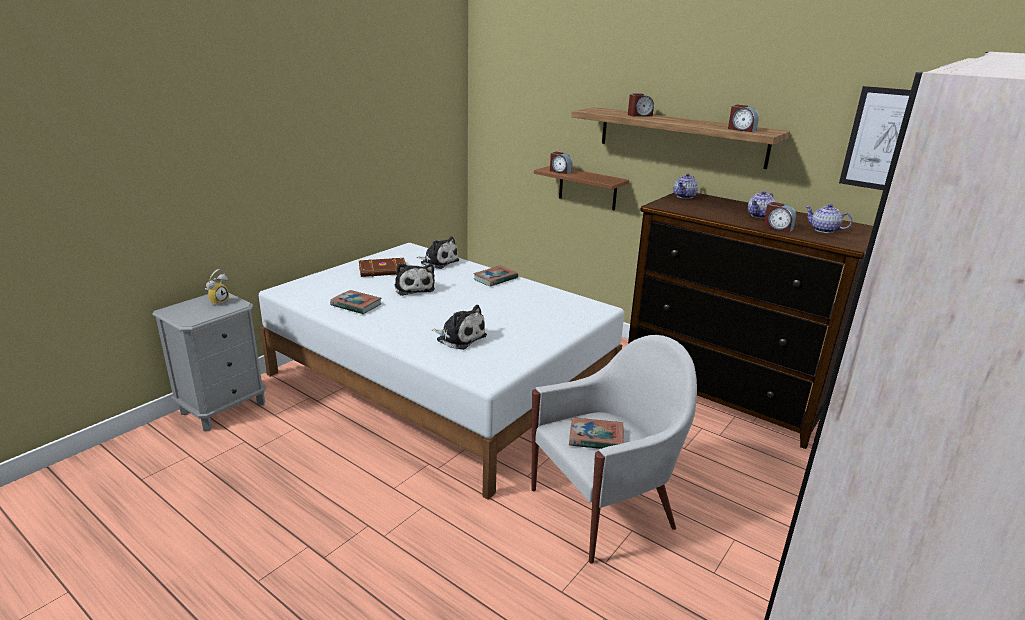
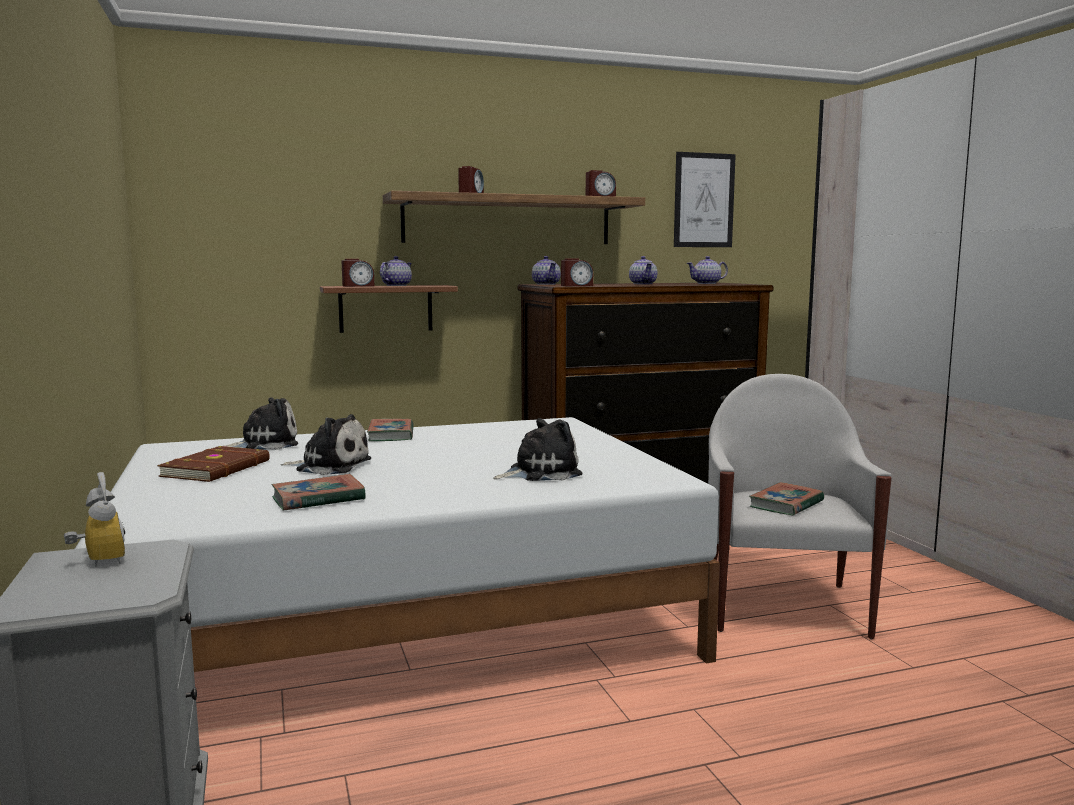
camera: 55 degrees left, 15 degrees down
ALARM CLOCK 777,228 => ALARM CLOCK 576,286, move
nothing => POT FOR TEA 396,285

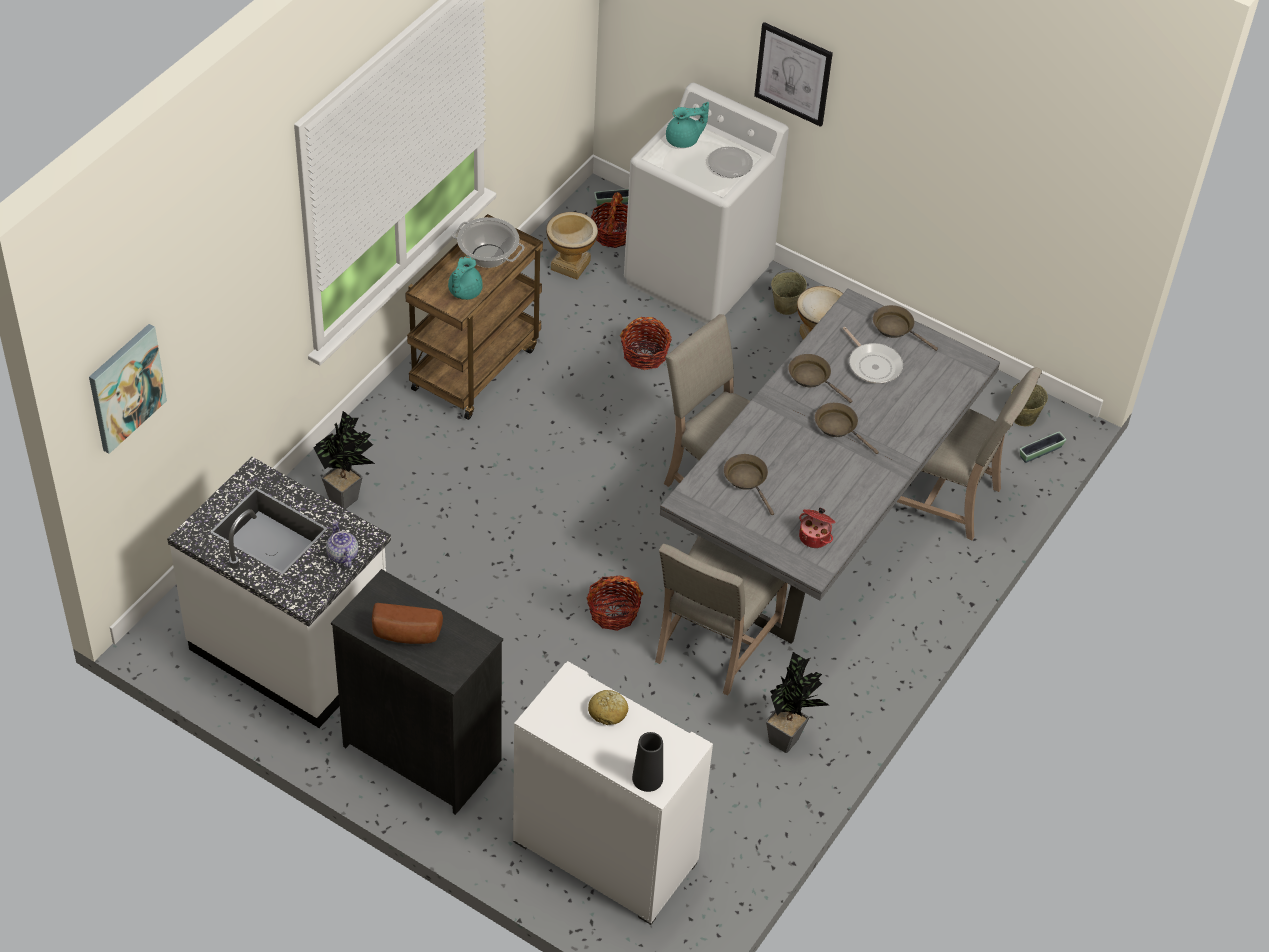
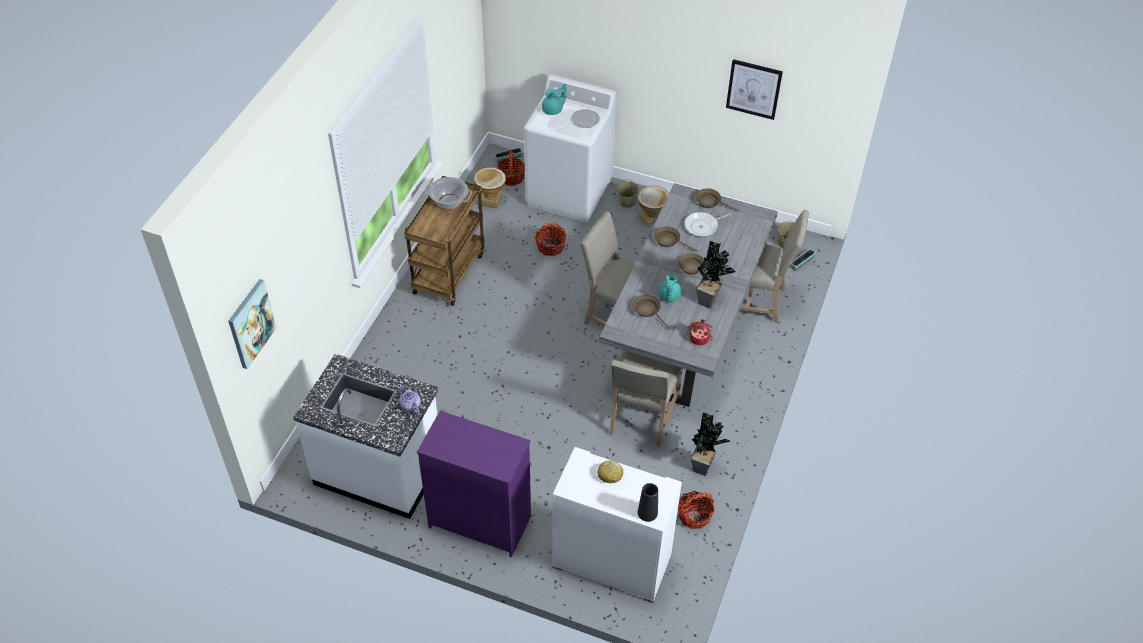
camera: 10 degrees left, 0 degrees up
PICTURE 793,73 => PICTURE 754,89, move
BLUE-GREEN POT FOR TEA 464,292 => BLUE-GREEN POT FOR TEA 668,296, move
PAN 873,364 => PAN 703,226, 105 degrees clockwise
PLANT IN A POT 348,498 => PLANT IN A POT 709,300, move
BLACKISH DRESSER 423,752 => PURPLE DRESSER 480,521
STORAGE BASKET 613,612 => STORAGE BASKET 694,515, move
BREAD 406,635 => nothing

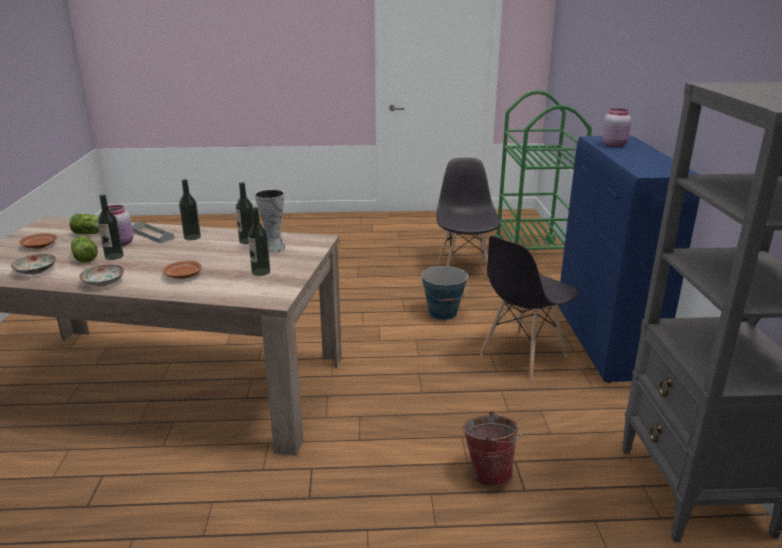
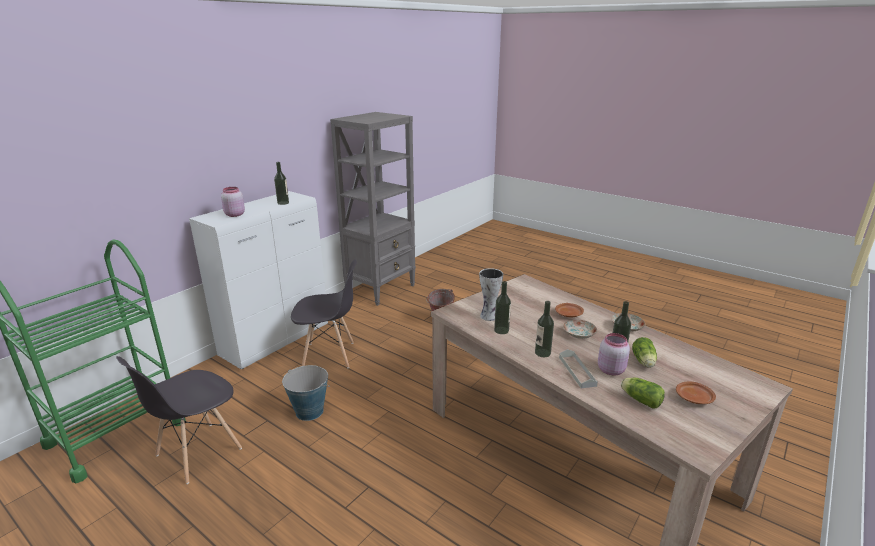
camera: 140 degrees left, 0 degrees up
BLUE-COLOURED CABINET 604,344 => WHITE-COLOURED CABINET 276,340
BEVERAGE BOTTLE 261,272 => BEVERAGE BOTTLE 283,203, move
DINNER PLATE 35,271 => DINNER PLATE 579,334, move

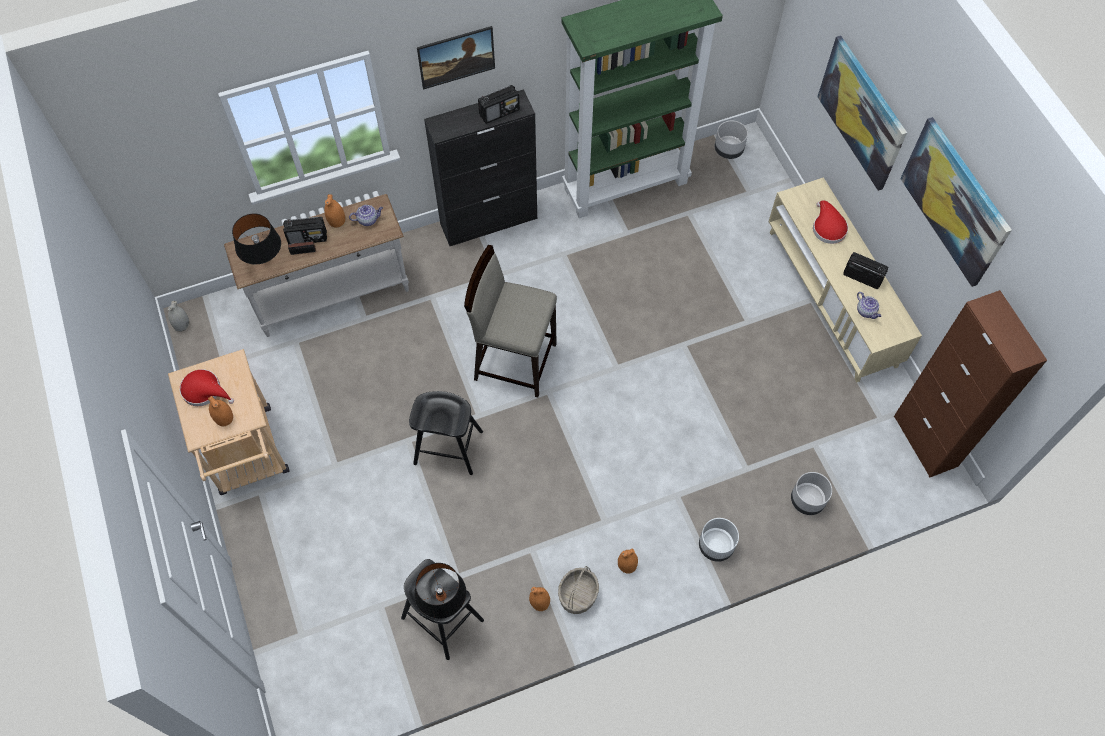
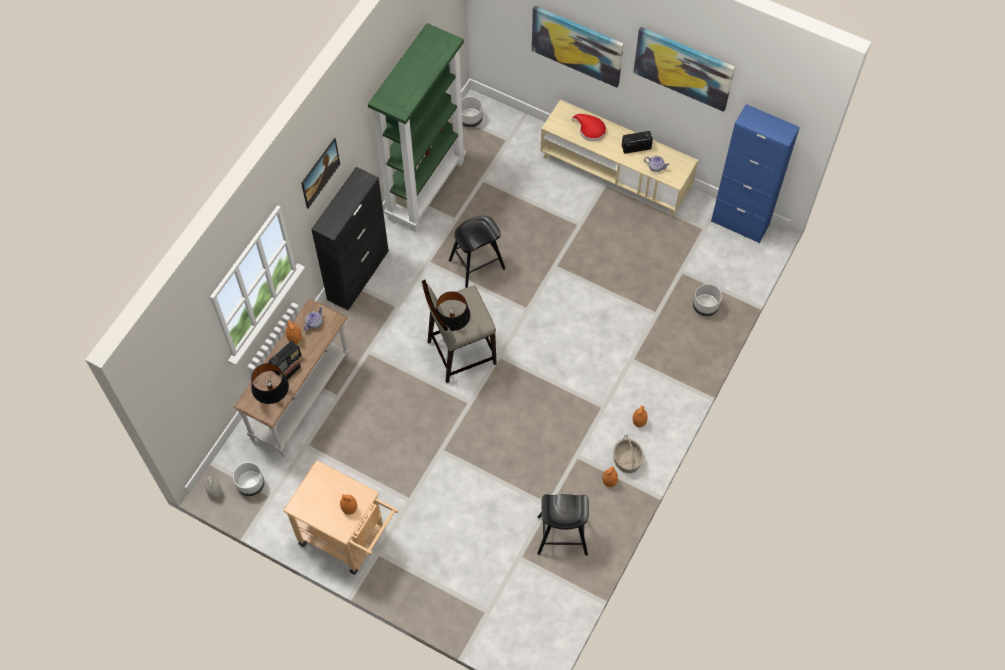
camera: 40 degrees left, 0 degrees up
RADIO RECEIVER 499,112 => nothing
BROWN CABINET 925,441 => BLUE-COLOURED CABINET 740,223
REDDISH CLOTHING HAT 204,391 => nothing
BLACKISH STOOL SEAT 448,447 => BLACKISH STOOL SEAT 476,265, move
WHITE-COLOURED FLOWER POT 715,546 => WHITE-COLOURED FLOWER POT 251,485, move
BLACKISH LAMP FOR A TABLE 443,602 => BLACKISH LAMP FOR A TABLE 453,326, move

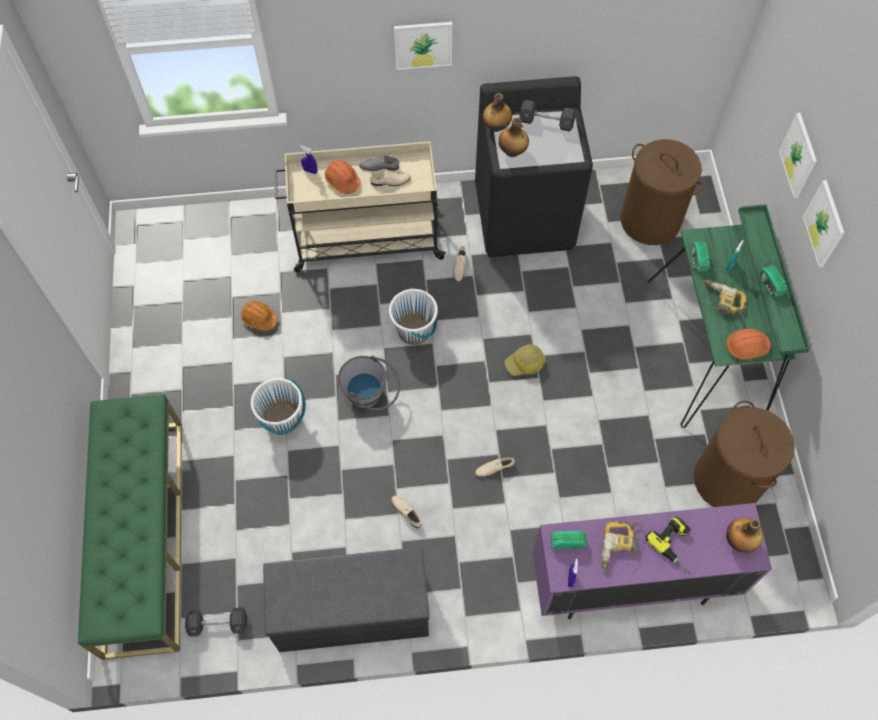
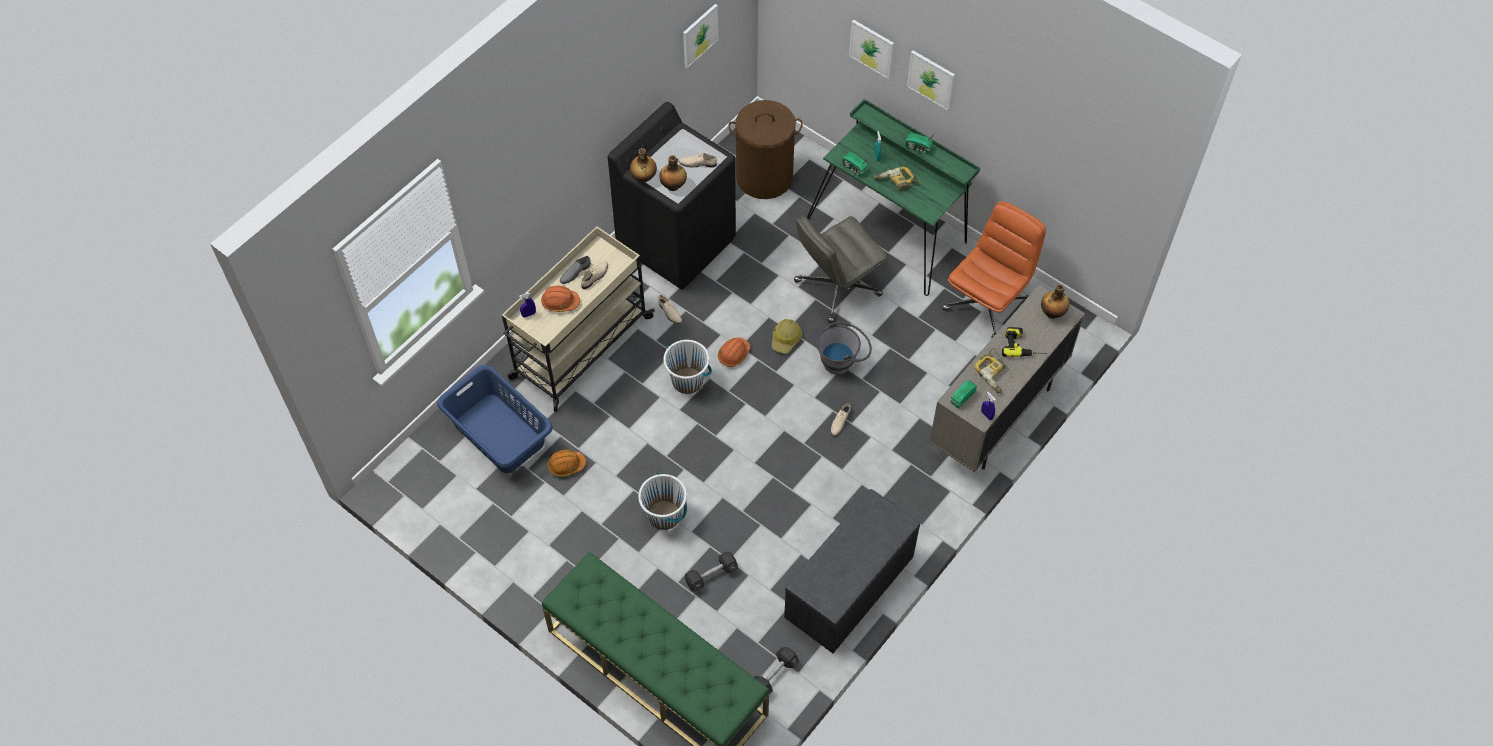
camera: 45 degrees left, 5 degrees down
PICTURE 423,45 => PICTURE 699,35, move
BLACKISH HAND WEIGHT 546,122 => BLACKISH HAND WEIGHT 711,575, move
ORANGE HARD HAT 746,347 => ORANGE HARD HAT 733,354, move
GRAY BUCKET 371,396 => GRAY BUCKET 842,360, move
BROWN HAMPER 728,480 => ORANGE OFFICE CHAIR 987,304
BEIGE-COLOURED LOW SHOE 407,512 => BEIGE-COLOURED LOW SHOE 698,163, move
PURPLE CABINET 630,584 => BEIGE-COLOURED CABINET 996,417
nothing => GRAY OFFICE CHAIR 837,288
nothing => BLUE-COLOURED HAMPER 499,433

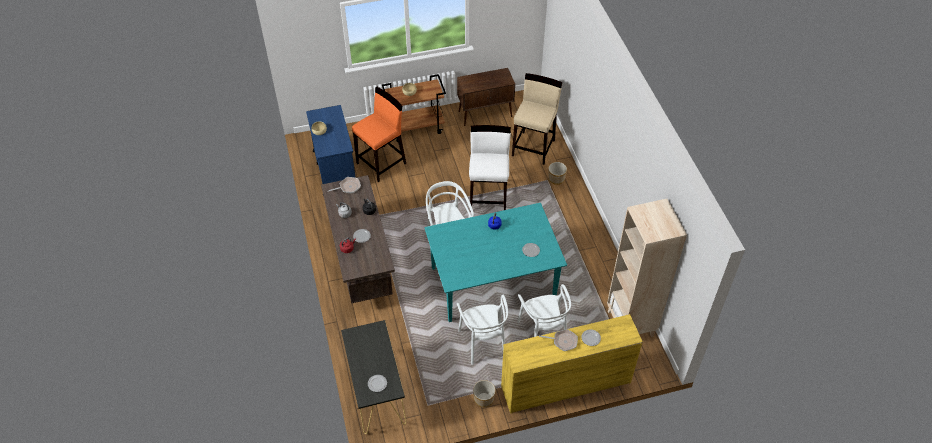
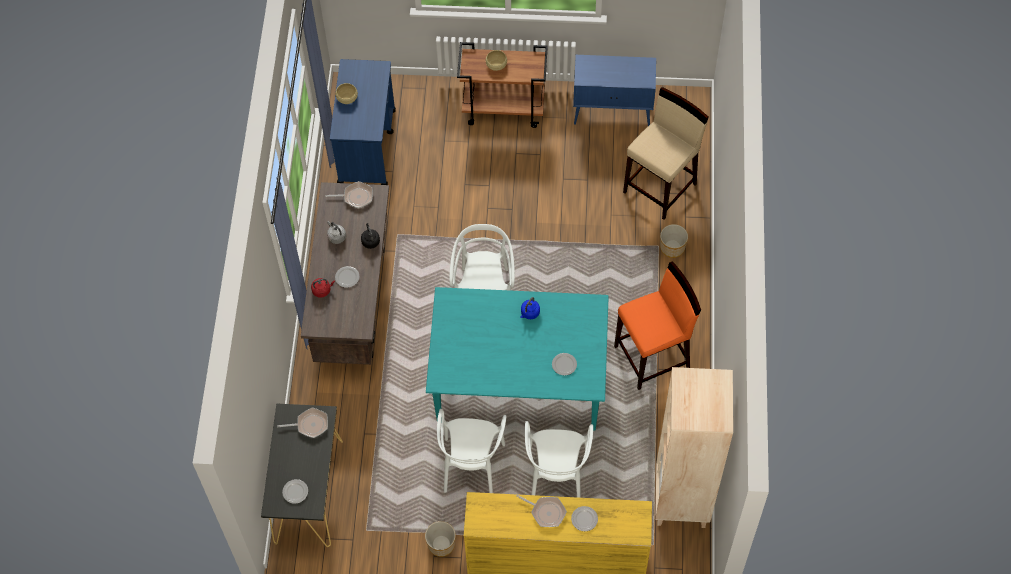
camera: 20 degrees right, 10 degrees up
BROWN CABINET 485,114 => BLUE-COLOURED CABINET 613,112
ORANGE STOOL SEAT 382,163 => ORANGE STOOL SEAT 653,357, move
WHITE-COLOURED STOOL SEAT 488,197 => nothing
nothing => PAN 310,424

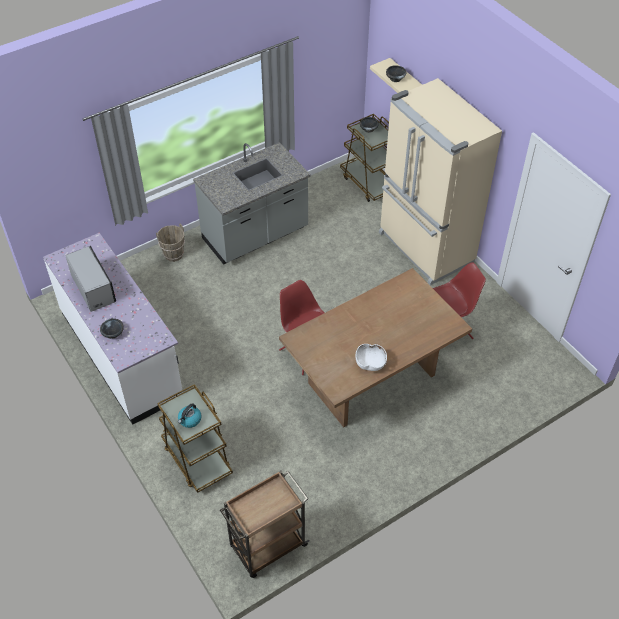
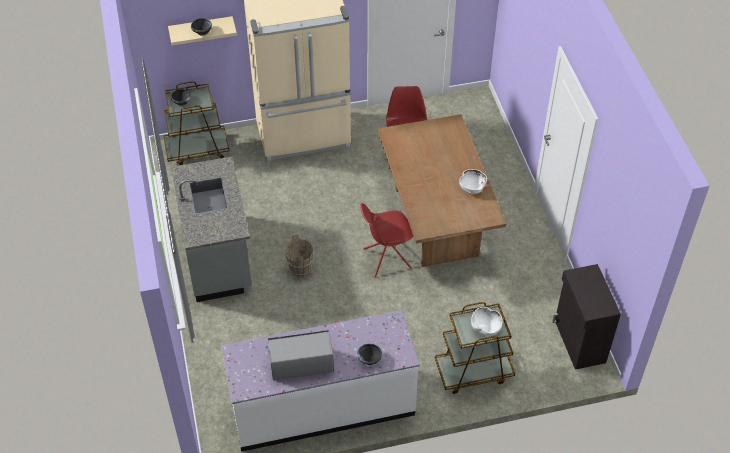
camera: 70 degrees left, 0 degrees up
BROWN BUCKET 174,255 => BROWN BUCKET 301,269, move
TEA KETTLE 189,420 => WHITE-COLOURED BOWL 486,327
BROWN WHEELED CART 267,547 => BLACKISH CABINET 579,342

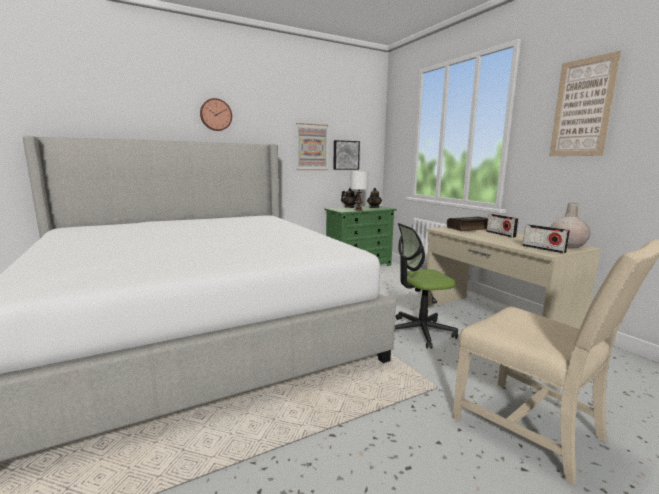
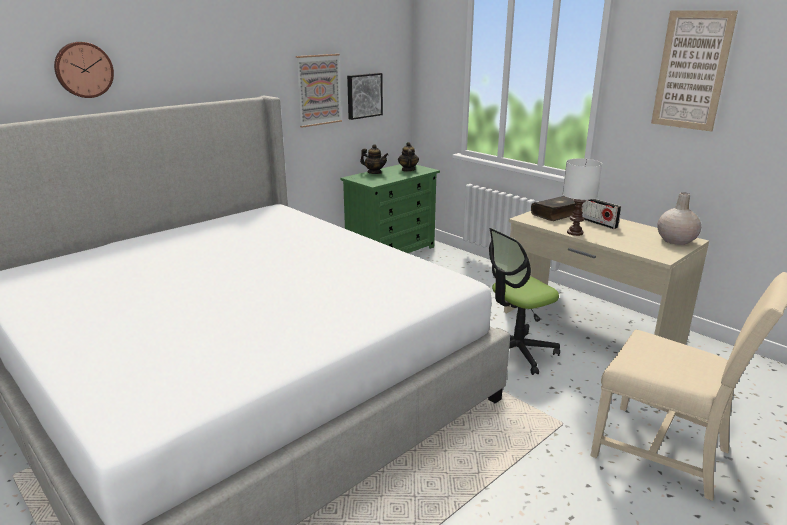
camera: 15 degrees left, 10 degrees up
WALL CLOCK 215,115 => WALL CLOCK 83,70, move
WHITE-COLOURED LAMP FOR A TABLE 358,210 => WHITE-COLOURED LAMP FOR A TABLE 574,233, move
RADIO RECEIVER 543,249 => nothing

